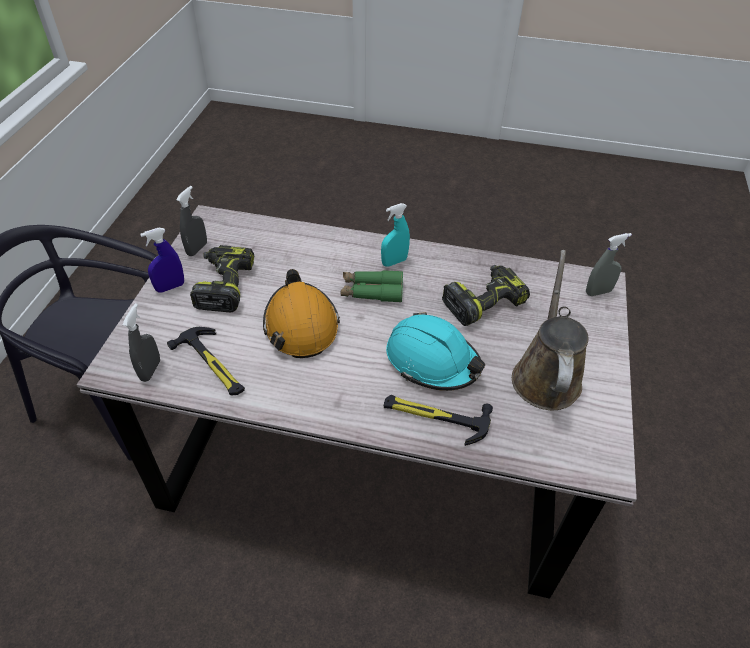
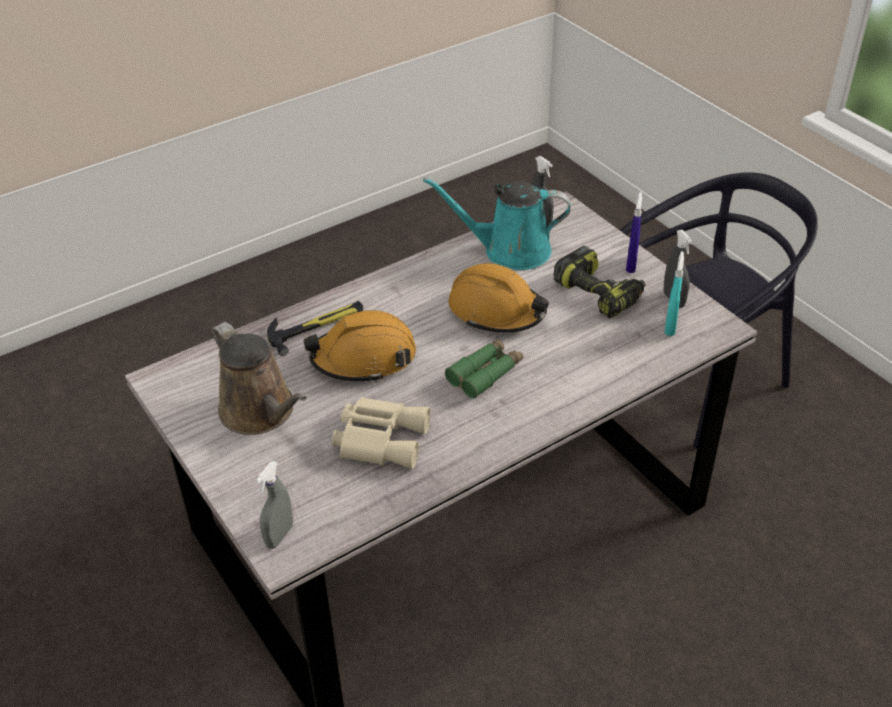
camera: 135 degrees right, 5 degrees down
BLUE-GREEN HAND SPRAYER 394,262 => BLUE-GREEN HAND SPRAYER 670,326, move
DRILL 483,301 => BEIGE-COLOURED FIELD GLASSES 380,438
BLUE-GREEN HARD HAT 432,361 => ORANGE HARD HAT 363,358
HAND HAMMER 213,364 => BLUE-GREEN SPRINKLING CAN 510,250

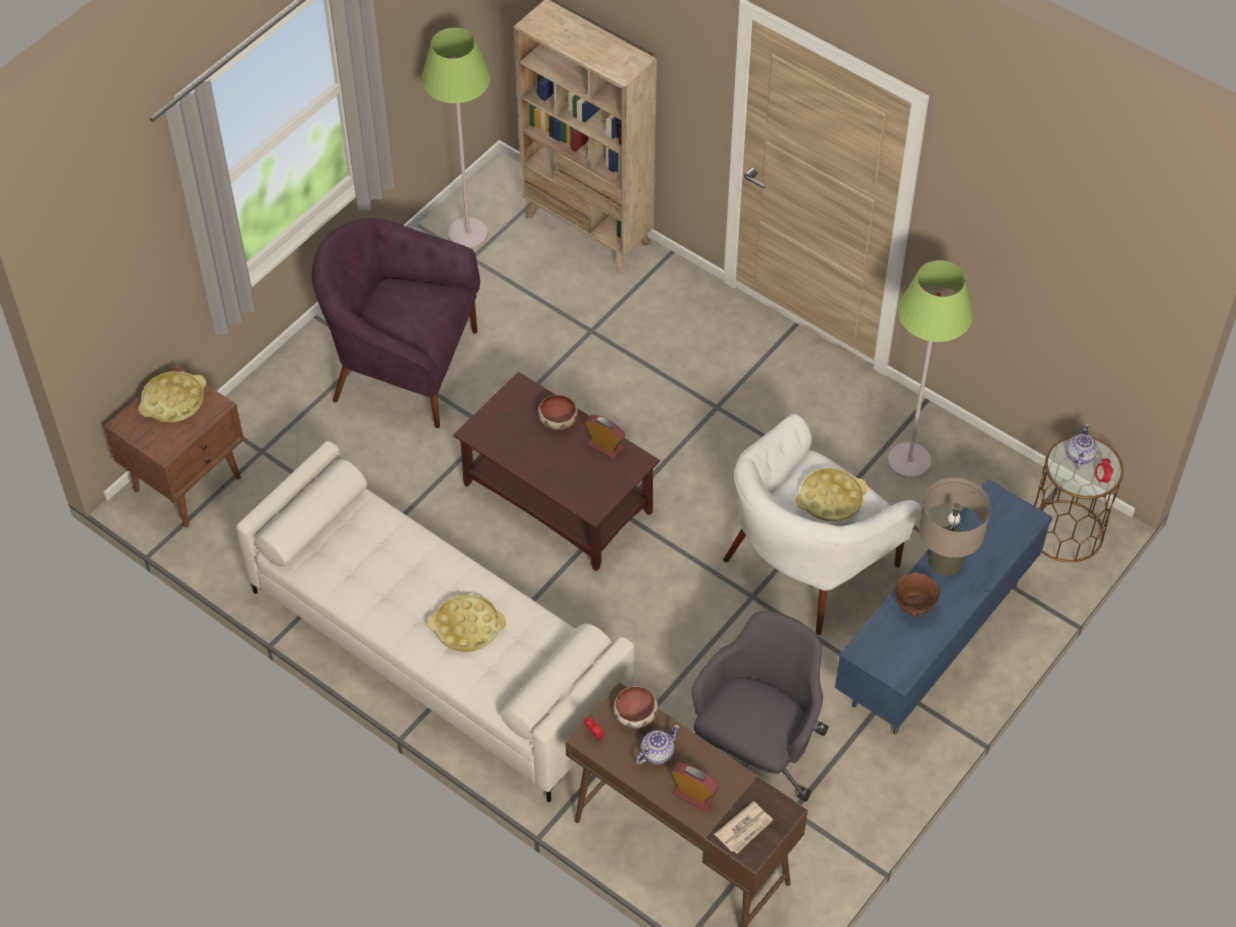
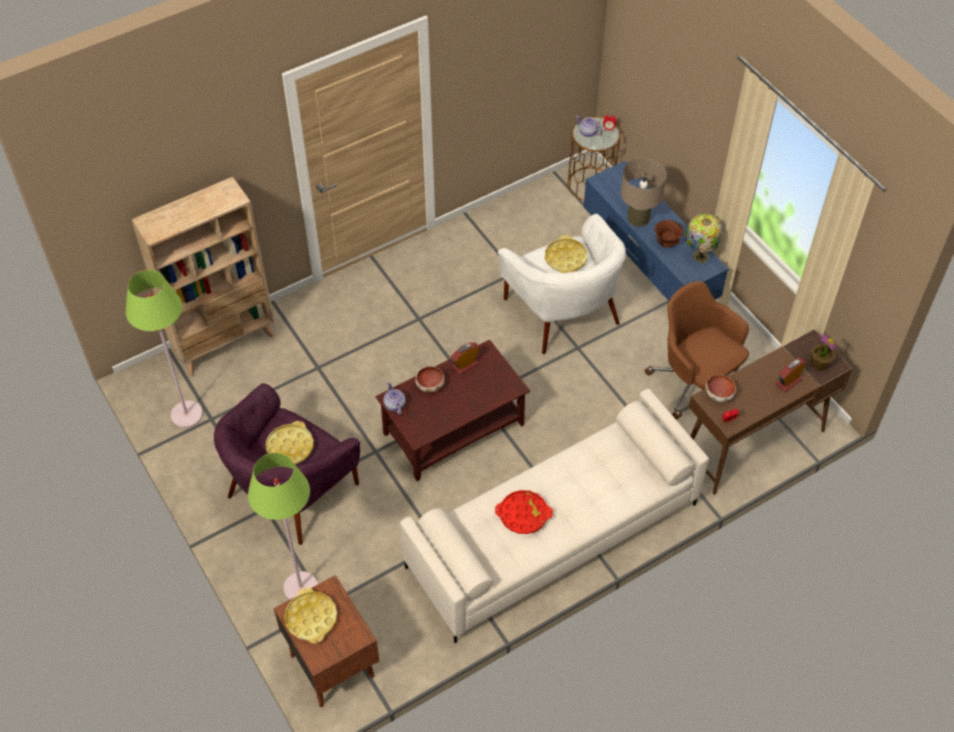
camera: 70 degrees left, 0 degrees up
GREEN-COLOURED STANDING LAMP 909,461 => GREEN-COLOURED STANDING LAMP 301,588, move
YELLOWISH SERVING TRAY 467,627 => YELLOWISH SERVING TRAY 290,447, move
GRAY OFFICE CHAIR 755,753 => BROWN OFFICE CHAIR 694,383
POT FOR TEA 656,753 => POT FOR TEA 394,405, move
PRINTED PAPER 744,829 => PLANT IN A POT 819,363
nothing => LAMP FOR A TABLE 699,256
nothing => REDDISH SERVING TRAY 523,514

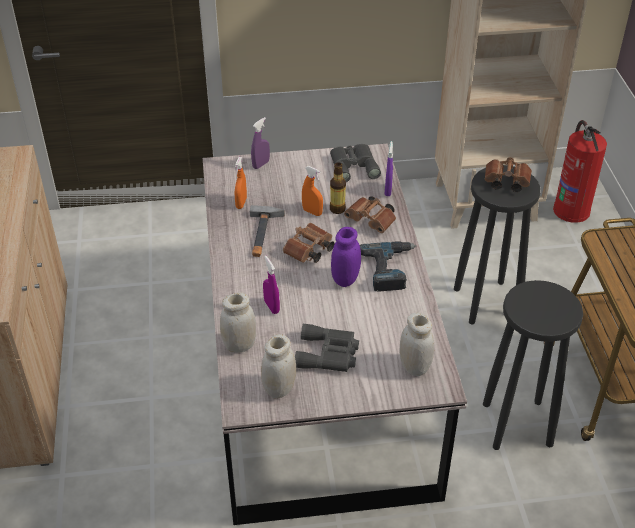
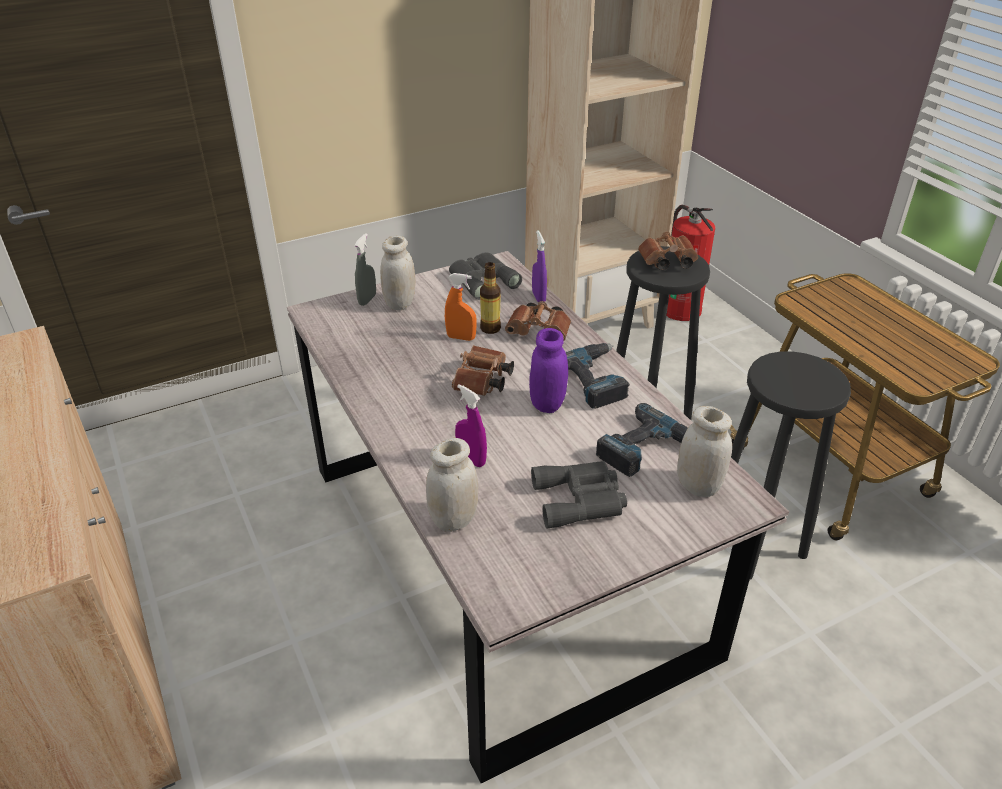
camera: 20 degrees left, 5 degrees down
PURPLE HAND SPRAYER 261,164 => GRAY HAND SPRAYER 367,299
ORANGE HAND SPRAYER 241,203 => nothing
HAND HAMMER 263,234 => nothing
WHITE-COLOURED PRESERVE JAR 279,389 => WHITE-COLOURED PRESERVE JAR 400,303, move
nothing => DRILL 647,450

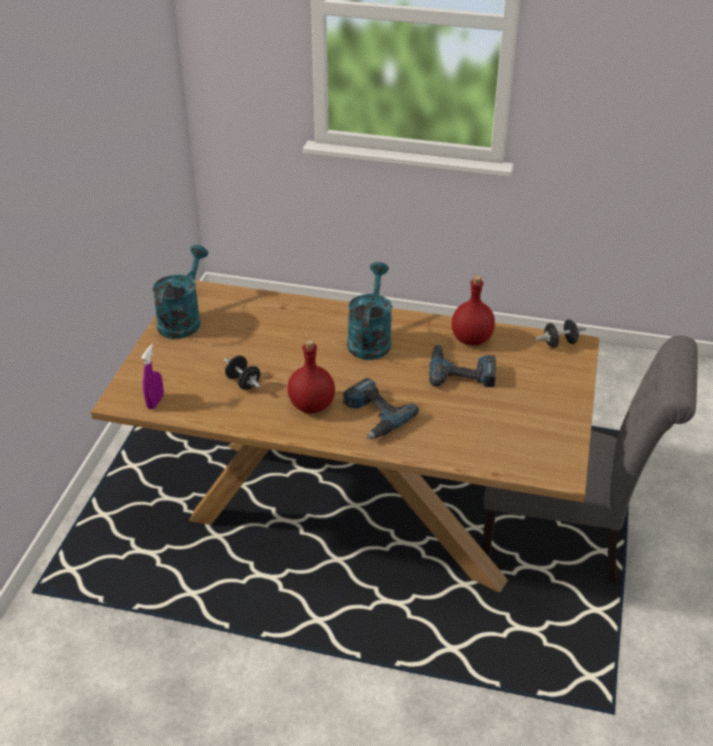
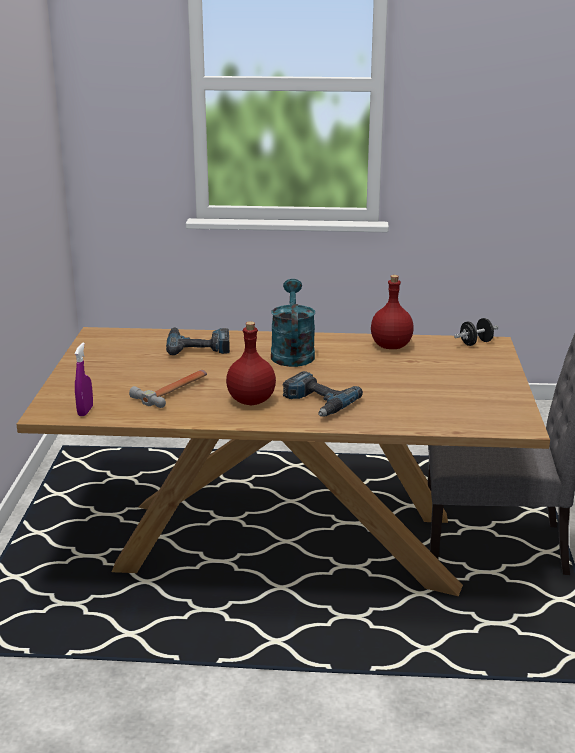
camera: 10 degrees left, 15 degrees down
BLUE-GREEN SPRINKLING CAN 182,319 => nothing
DRILL 461,371 => DRILL 198,346, move
BLACKISH HAND WEIGHT 243,382 => HAND HAMMER 174,391

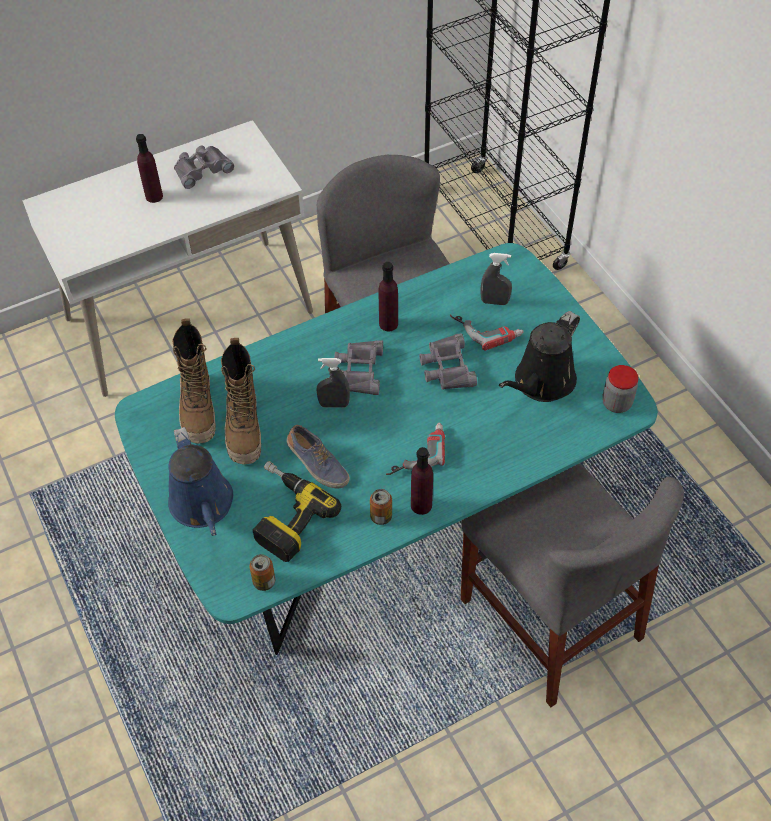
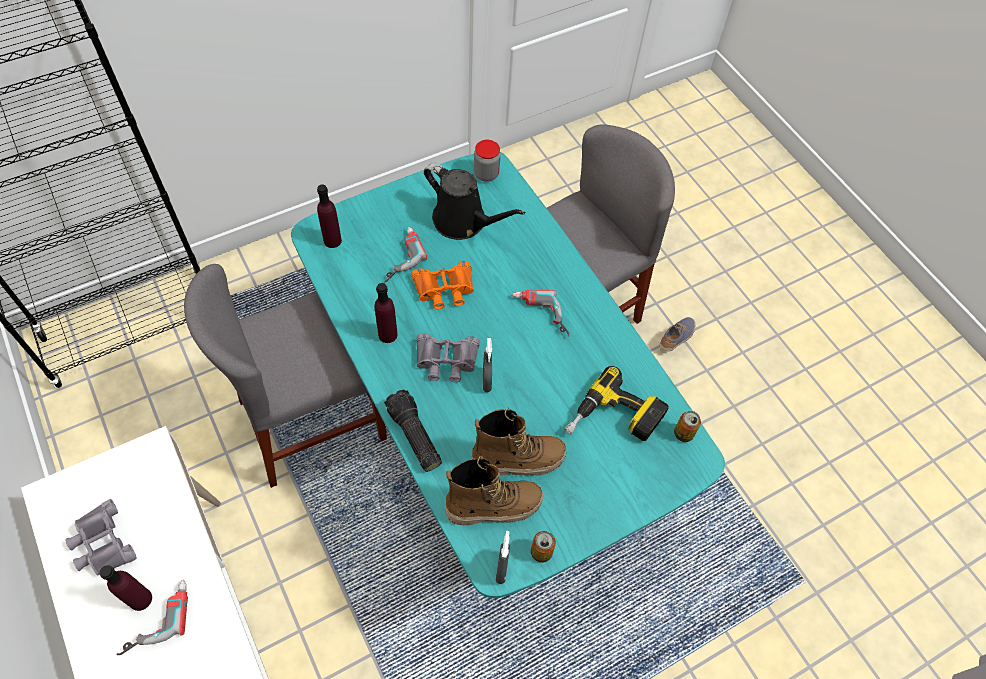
camera: 95 degrees left, 5 degrees up
GRAY HAND SPRAYER 494,302 => GRAY HAND SPRAYER 501,569, move
GRAY FIELD GLASSES 446,367 => ORANGE FIELD GLASSES 444,289
LOW SHOE 317,465 => LOW SHOE 677,338, move
BLUE-COLOURED SPRINKLING CAN 203,506 => nothing
PURPLE BEVERAGE BOTTLE 421,505 => PURPLE BEVERAGE BOTTLE 332,240, move
METAL CAN 381,516 => METAL CAN 541,552, move
nothing => HAND TORCH 413,436
nothing => DRILL 155,618

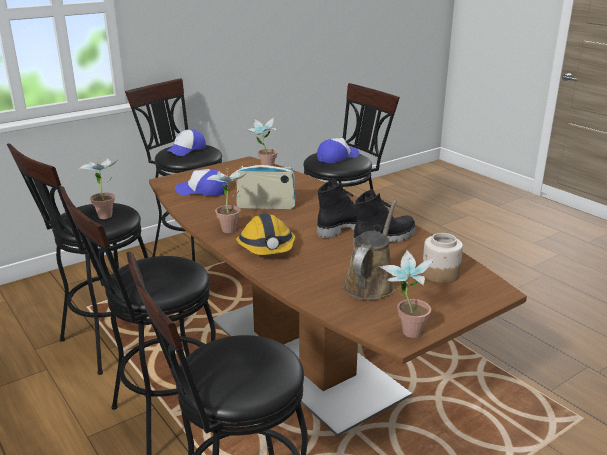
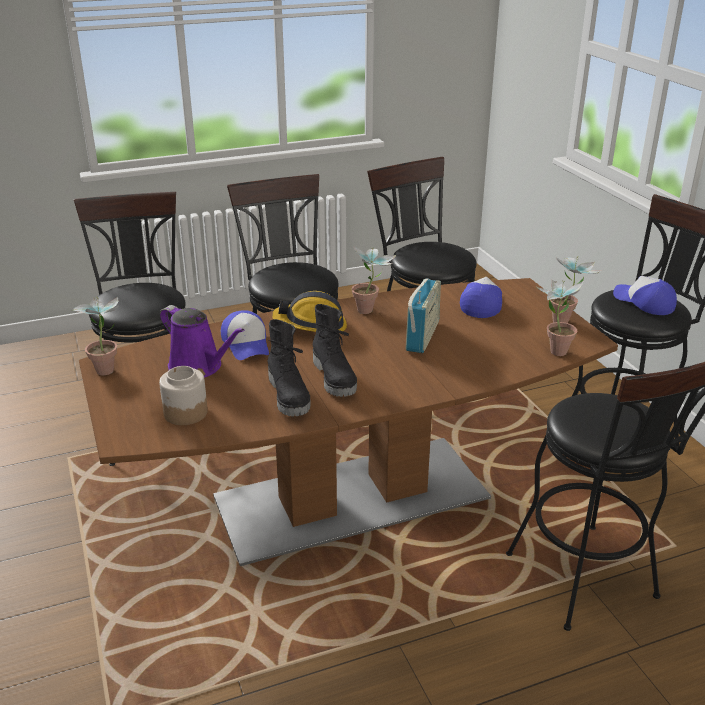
camera: 105 degrees right, 5 degrees up
PEAKED CAP 337,157 => PEAKED CAP 247,344, move
PLANT IN A POT 106,214 => PLANT IN A POT 566,321, move
BROWN SPRINKLING CAN 370,284 => PURPLE SPRINKLING CAN 199,367

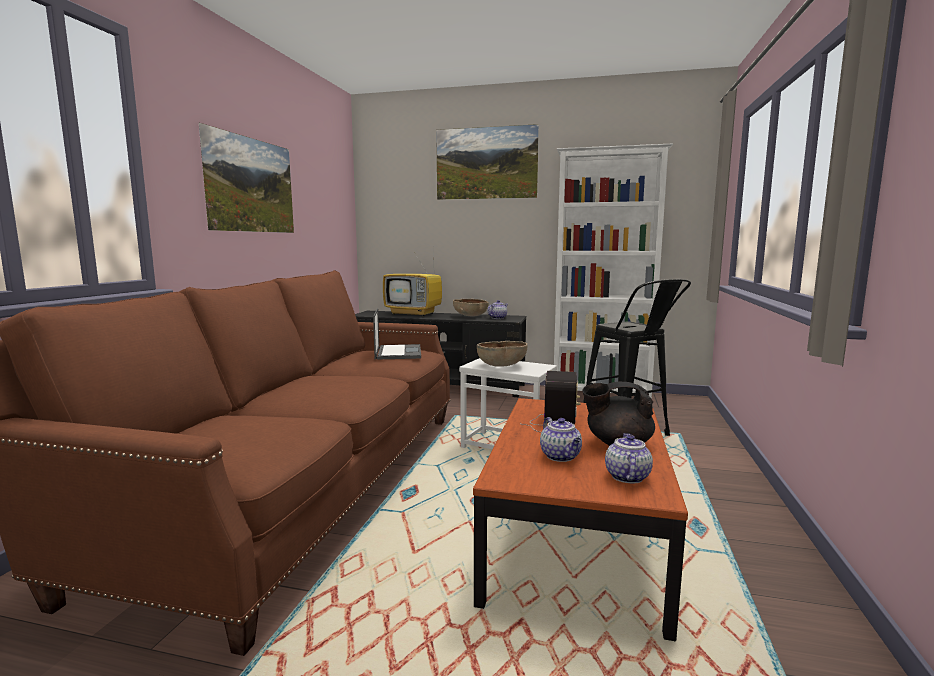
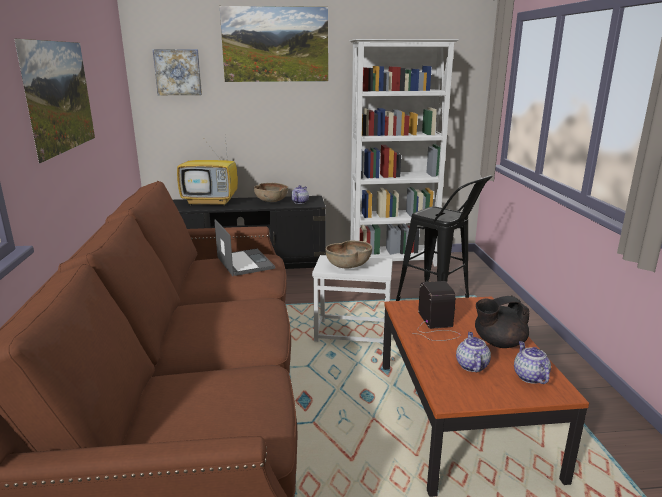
camera: 20 degrees left, 10 degrees up
POT FOR TEA 561,456 => POT FOR TEA 471,365, 135 degrees counterclockwise
nothing => PICTURE 178,72

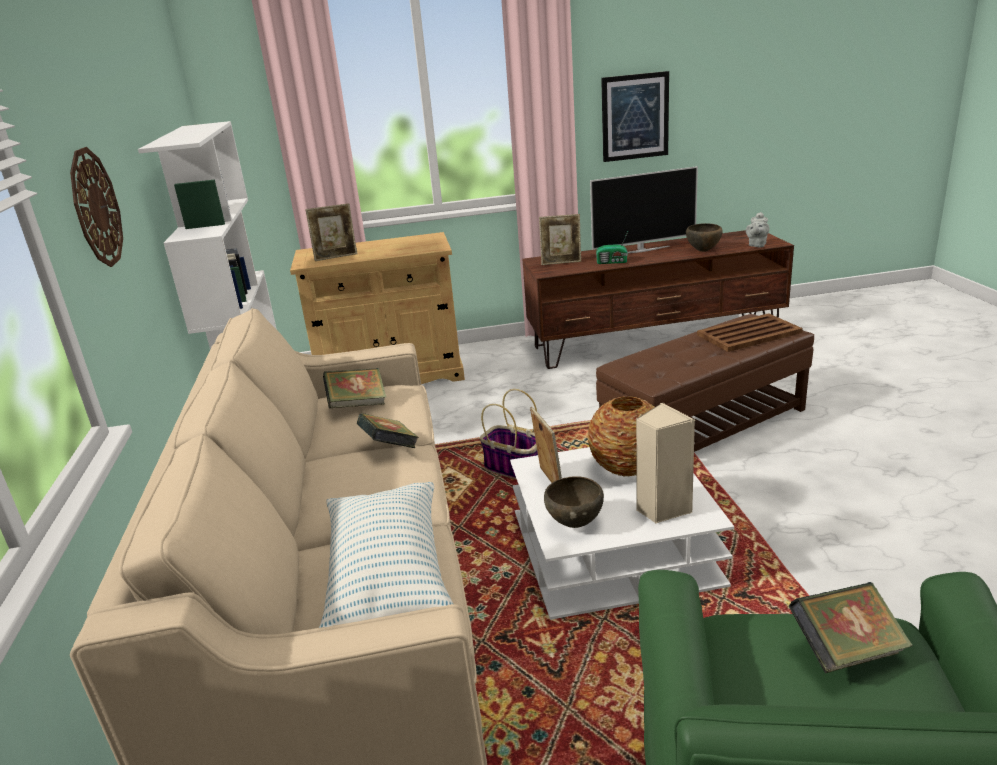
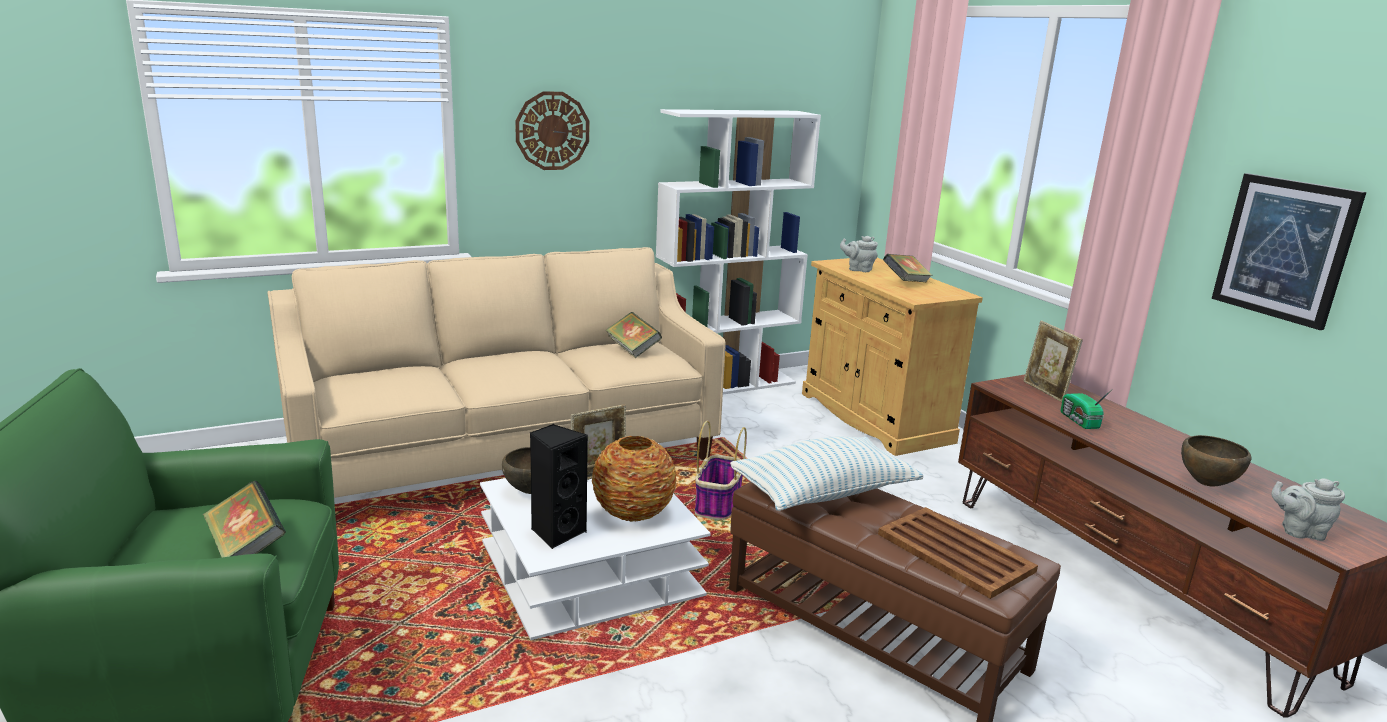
camera: 70 degrees right, 5 degrees down
TV 642,250 => nothing
STANDING FRAME 336,257 => GRAY POT FOR TEA 858,269
BEIGE-COLOURED LOUDSPEAKER 661,509 => BLACKISH LOUDSPEAKER 557,532
BOOK 390,449 => BOOK 905,282, move
PILLOW 388,576 => PILLOW 823,493, move

